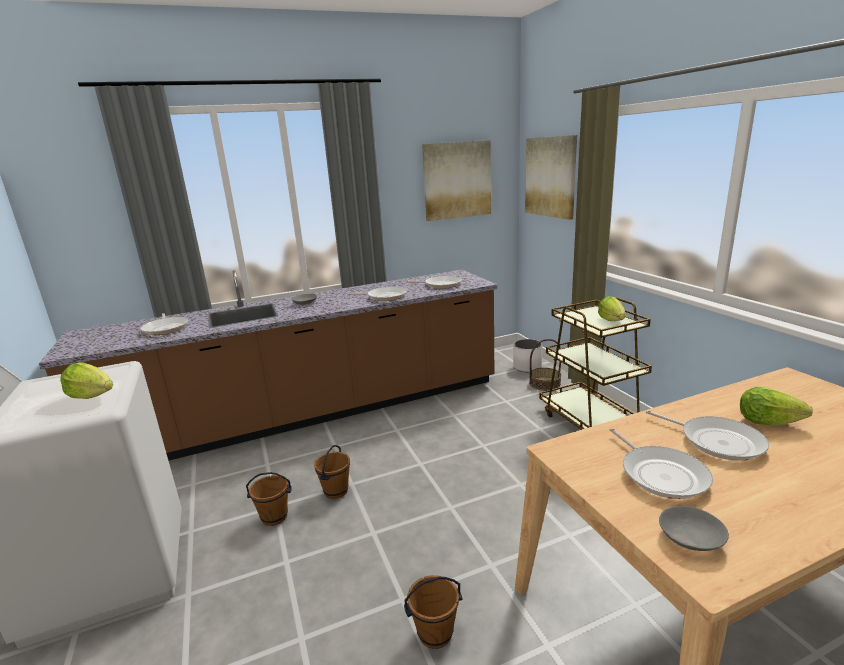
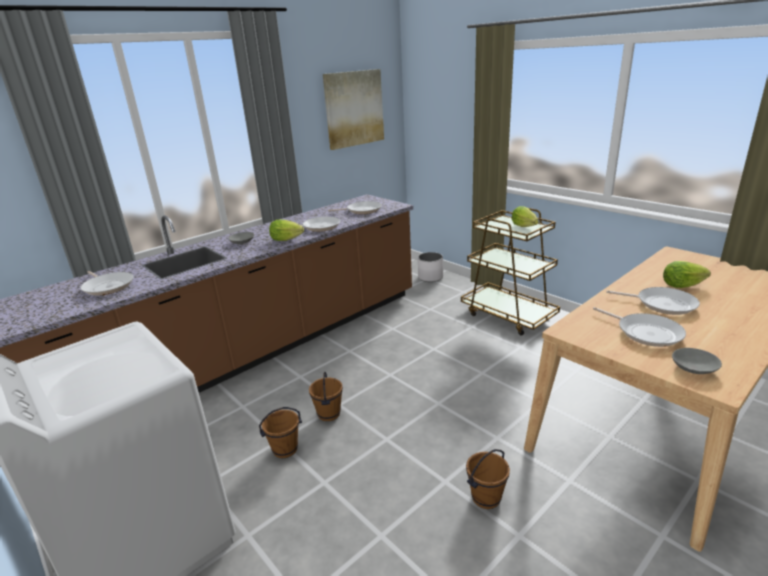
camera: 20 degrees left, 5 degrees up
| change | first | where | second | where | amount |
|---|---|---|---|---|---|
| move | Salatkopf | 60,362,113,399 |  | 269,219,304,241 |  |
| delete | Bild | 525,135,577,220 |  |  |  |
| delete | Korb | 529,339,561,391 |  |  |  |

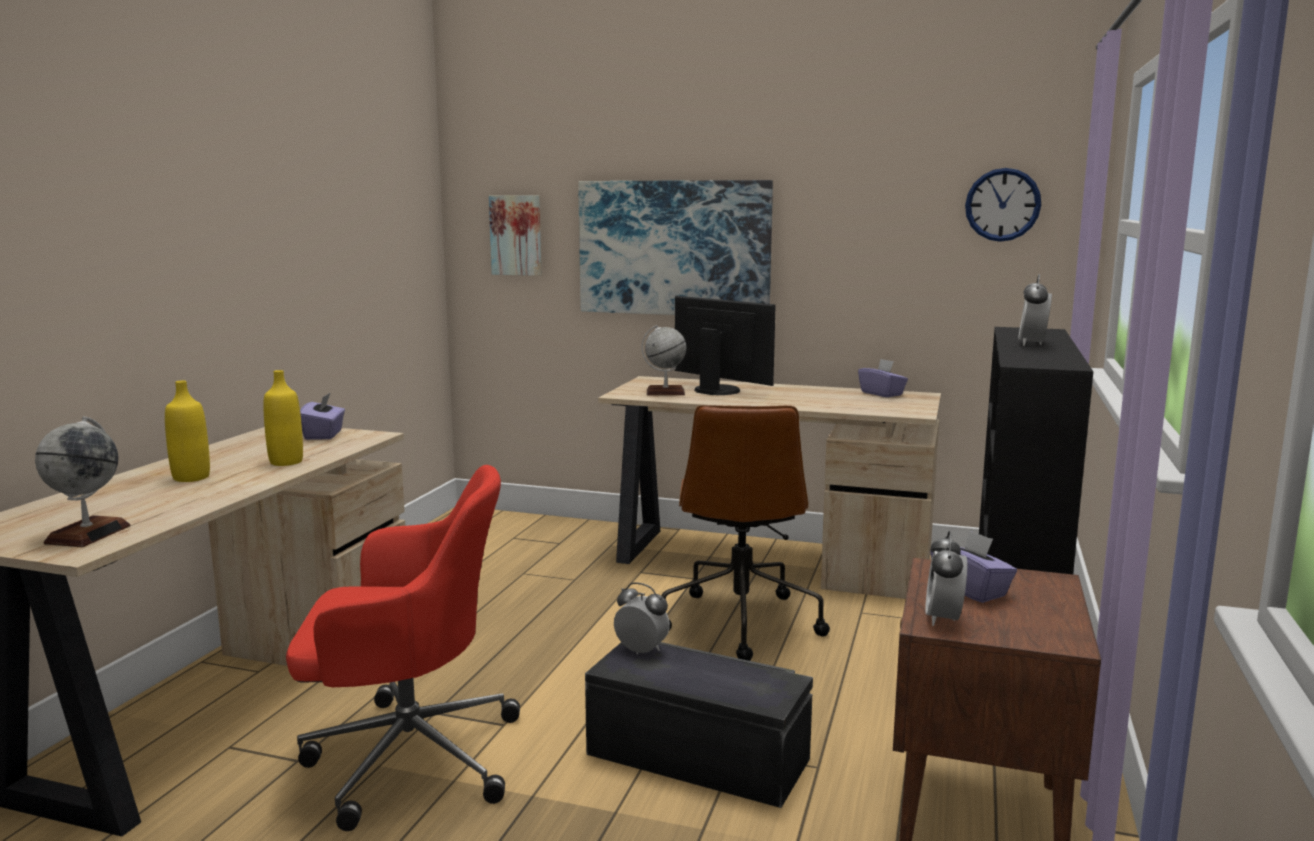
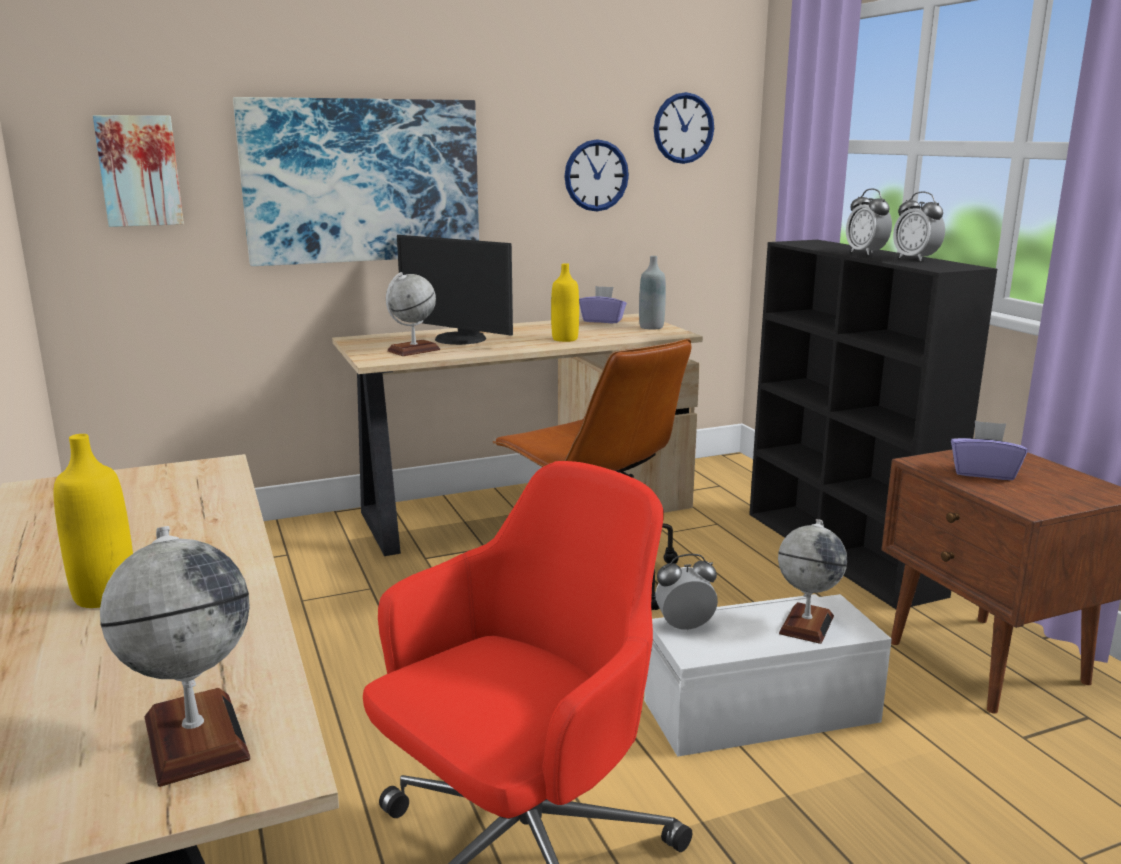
camera: 40 degrees left, 5 degrees up
| change | first | where | second | where | amount |
|---|---|---|---|---|---|
| move | Flasche [gelb] | 263,370,303,466 |  | 551,263,579,342 |  |
| delete | Taschentuchbox [lila] | 300,392,345,440 |  |  |  |
| recolor | Aufbewahrungsbox [schwarz] | 585,642,813,808 | Aufbewahrungsbox [weiß] | 644,594,892,757 |  |
| rotate | Monitor | 675,296,776,395 |  | 397,235,513,345 | 150 degrees counterclockwise |
| move | Wecker | 925,531,967,626 |  | 893,192,945,261 |  |
| insert |  |  | Wanduhr | 564,139,629,211 |  |
| insert |  |  | Flasche [grau] | 639,256,666,329 |  |
| insert |  |  | Globus | 778,519,847,644 |  |

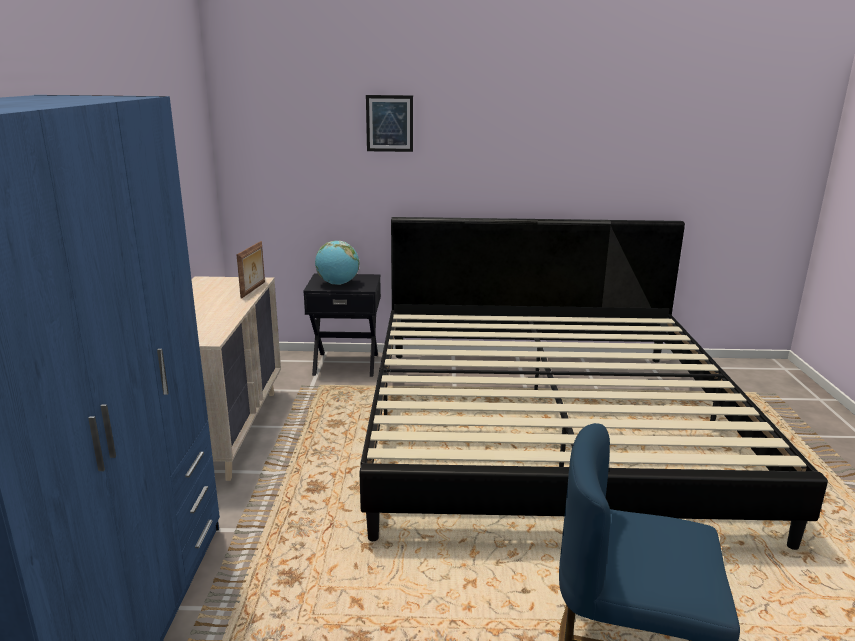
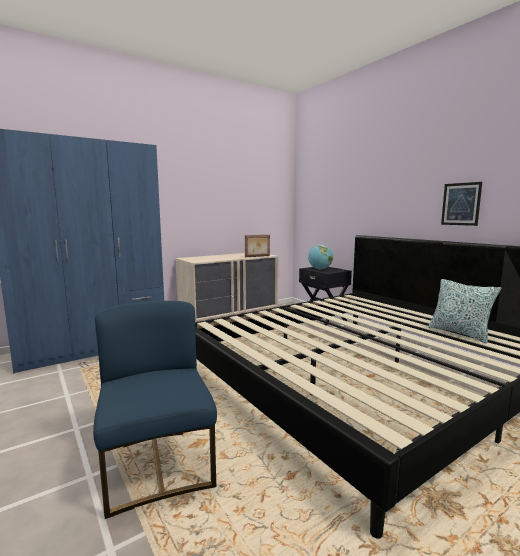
camera: 55 degrees right, 10 degrees down
| change | first | where | second | where | amount |
|---|---|---|---|---|---|
| move | Bild | 366,95,413,152 |  | 441,182,482,226 |  |
| insert |  |  | Kissen | 428,279,501,343 |  |

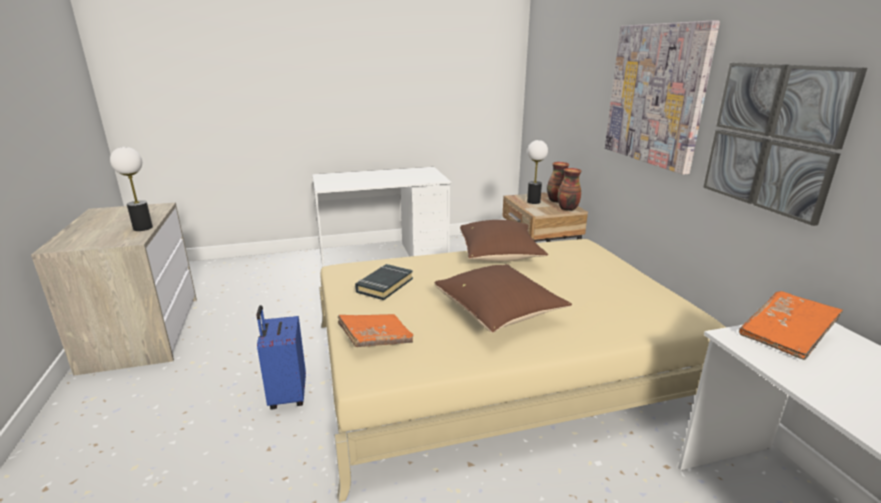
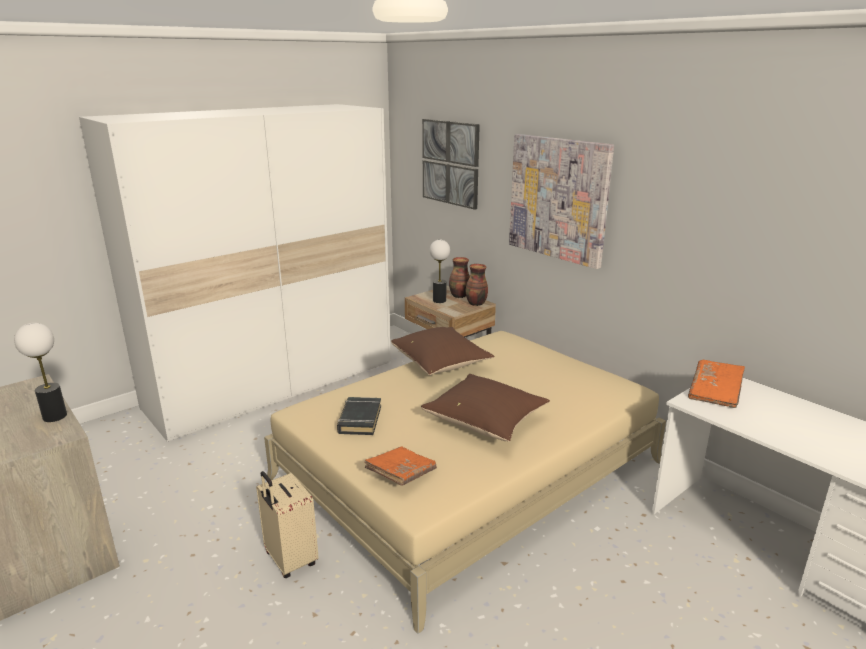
camera: 25 degrees left, 0 degrees up
| change | first | where | second | where | amount |
|---|---|---|---|---|---|
| recolor | Koffer [blau] | 257,305,306,409 | Koffer [beige] | 256,471,319,578 |  |
| replace | Schreibtisch [weiß] | 313,167,451,267 | Kleiderschrank [weiß] | 79,104,391,442 |  |
| move | Bild | 703,63,867,226 |  | 422,119,480,210 |  |

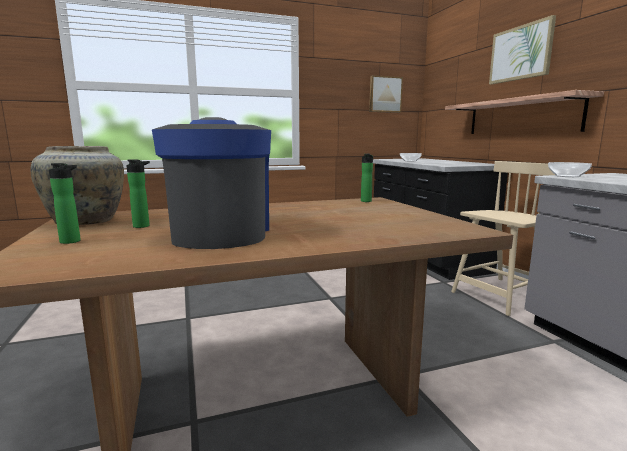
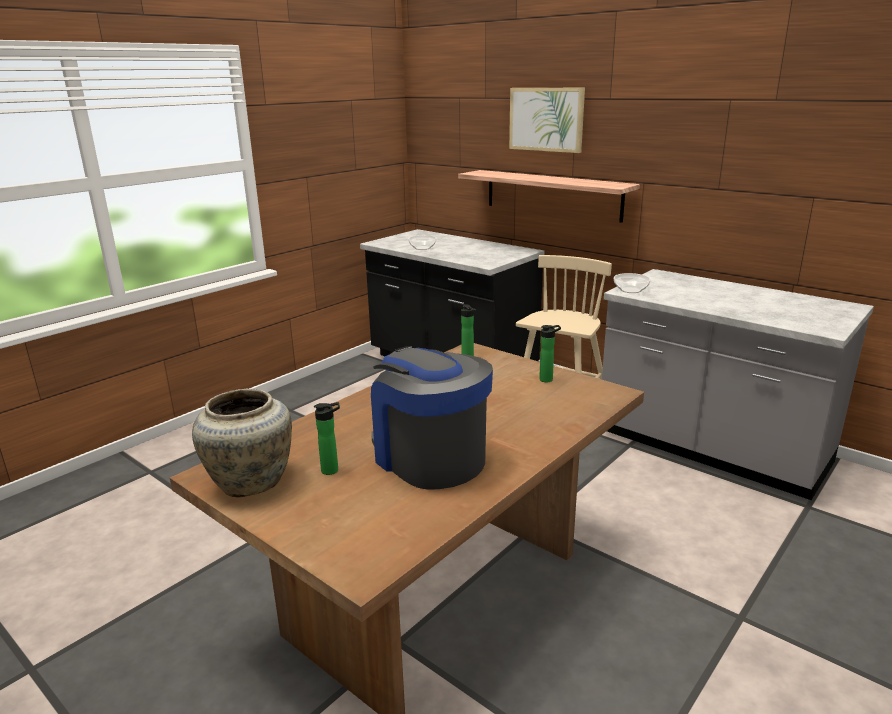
camera: 30 degrees left, 10 degrees up
| change | first | where | second | where | amount |
|---|---|---|---|---|---|
| move | Flasche | 49,163,81,244 |  | 539,325,561,382 |  |
| delete | Bild | 369,75,403,113 |  |  |  |

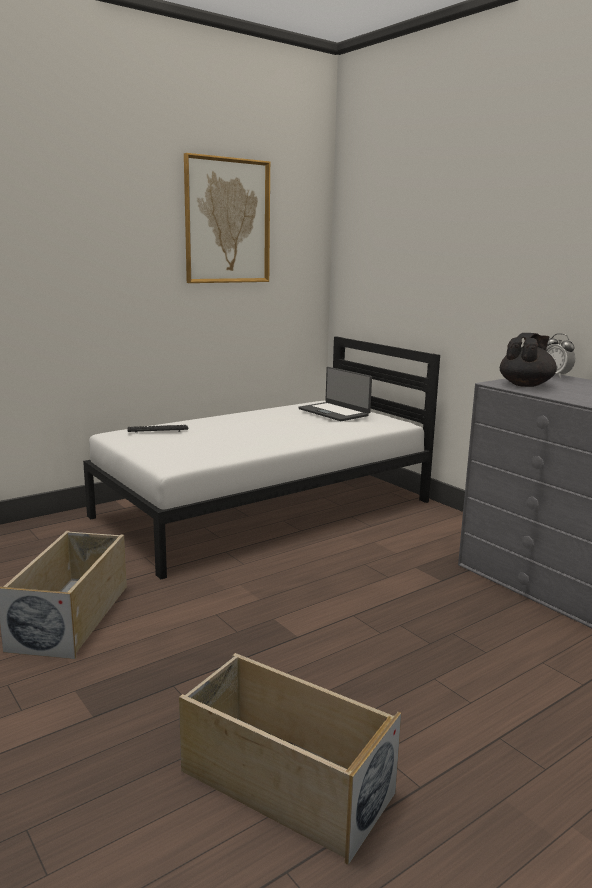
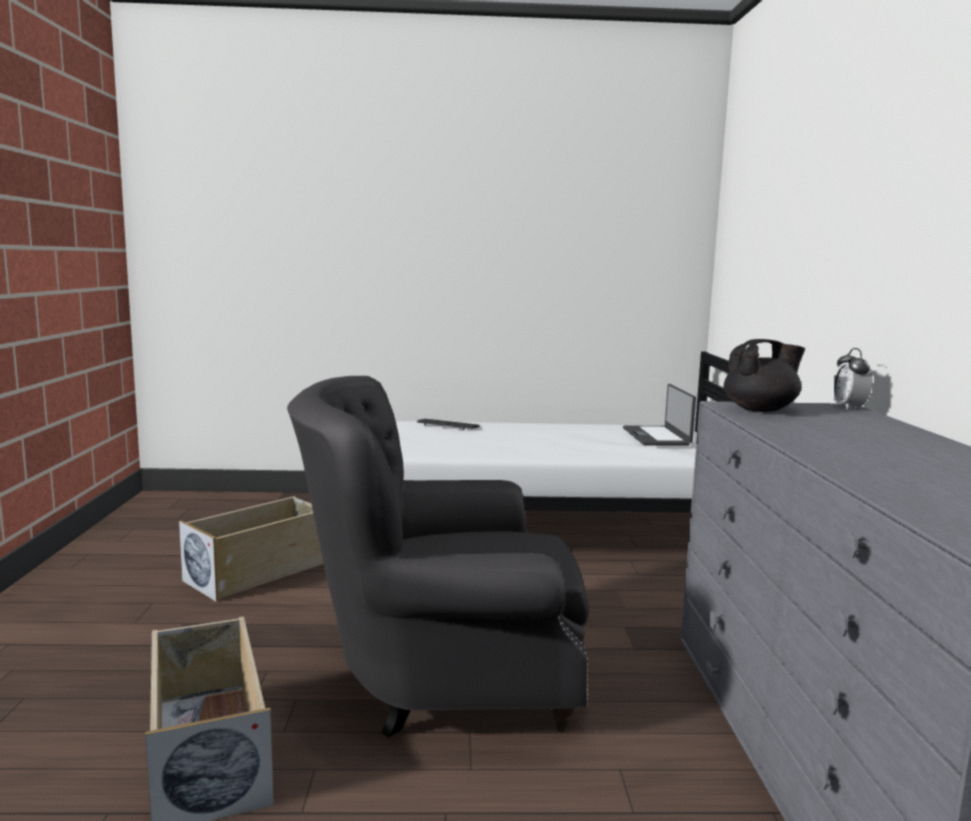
camera: 35 degrees right, 5 degrees down
| change | first | where | second | where | amount |
|---|---|---|---|---|---|
| delete | Bild | 184,153,270,283 |  |  |  |
| insert |  |  | Sessel [grau] | 287,376,589,738 |  |

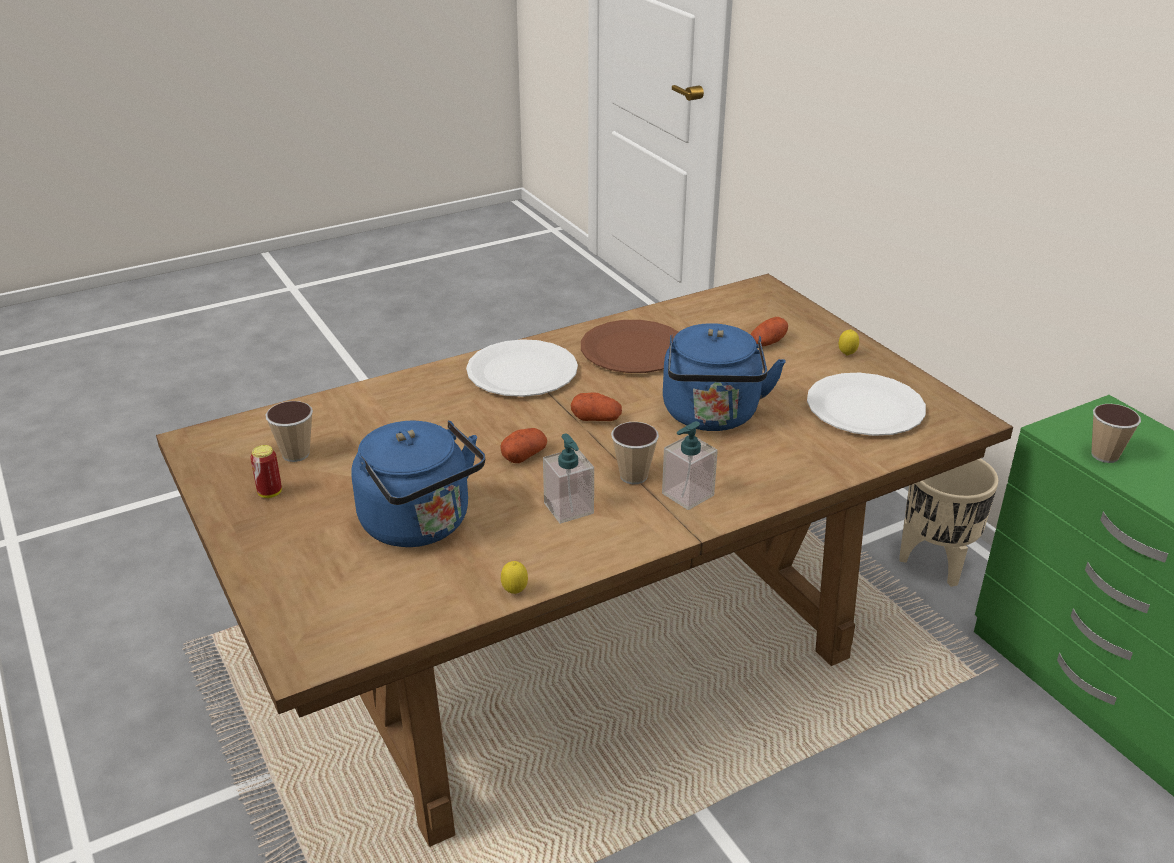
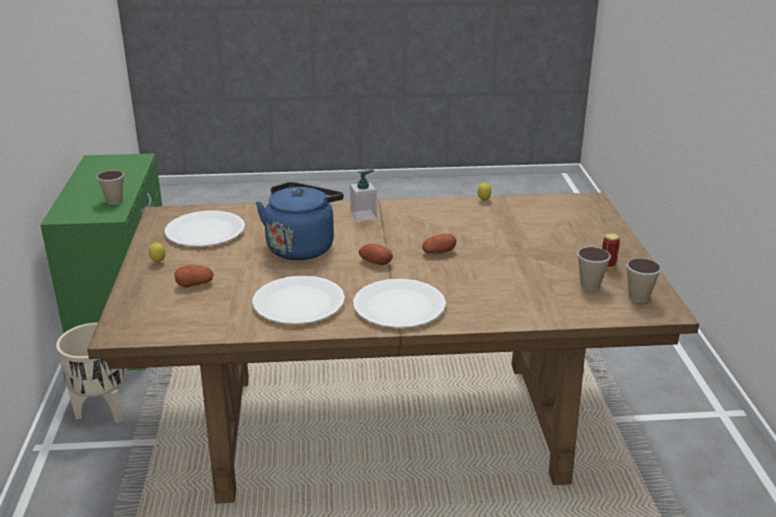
camera: 155 degrees left, 5 degrees down
| change | first | where | second | where | amount |
|---|---|---|---|---|---|
| delete | Wasserkessel [blau] | 351,421,485,547 |  |  |  |
| delete | Seifenspender | 543,434,594,524 |  |  |  |
| recolor | Teller [braun] | 581,320,678,373 | Teller [weiß] | 252,276,345,324 |  |
| move | Tasse | 611,422,659,484 |  | 627,258,661,303 |  |

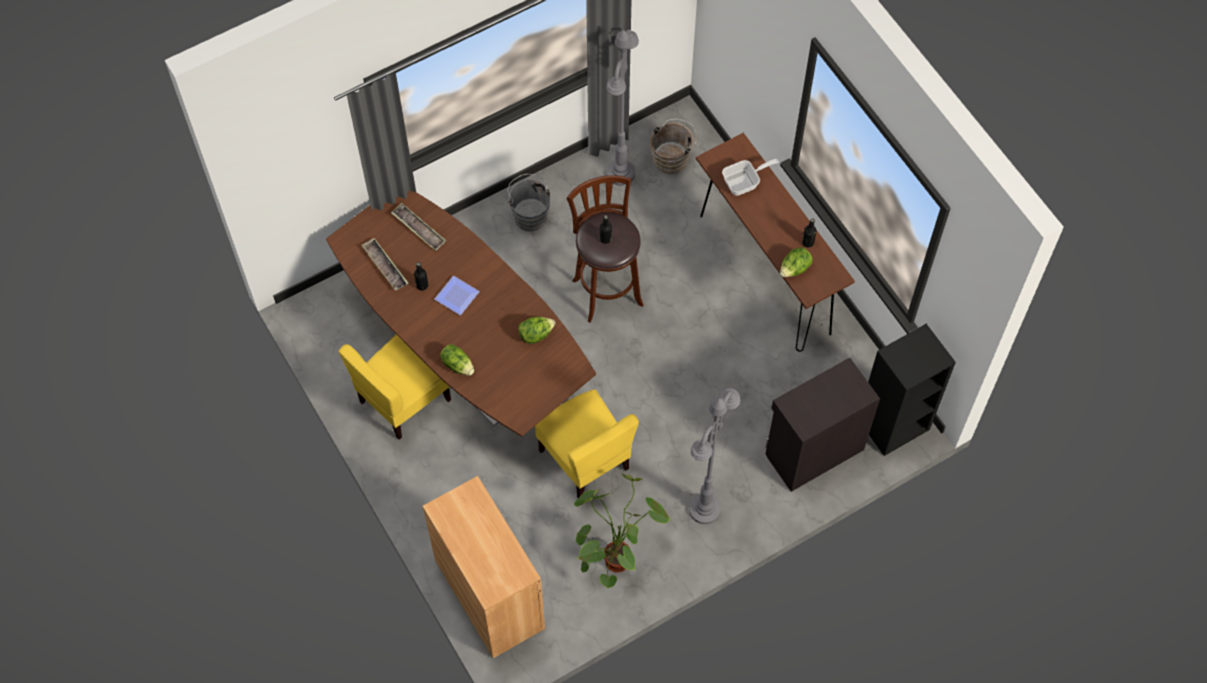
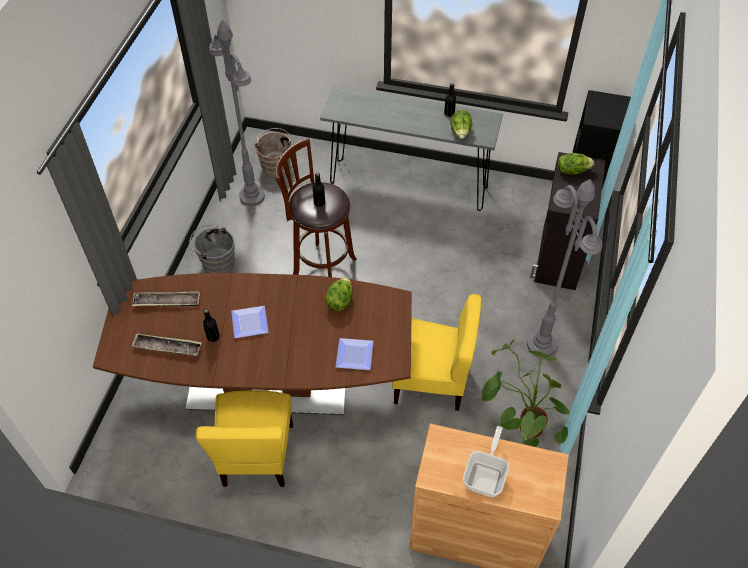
camera: 45 degrees left, 10 degrees down
| change | first | where | second | where | amount |
|---|---|---|---|---|---|
| move | Salatkopf | 440,344,474,376 |  | 558,153,594,175 |  |
| recolor | Konsolentisch [braun] | 696,133,855,352 | Konsolentisch [grau] | 320,86,503,211 |  |
| move | Pfanne | 722,159,779,196 |  | 463,426,509,497 |  |
| insert |  |  | Teller | 336,338,374,370 |  |

